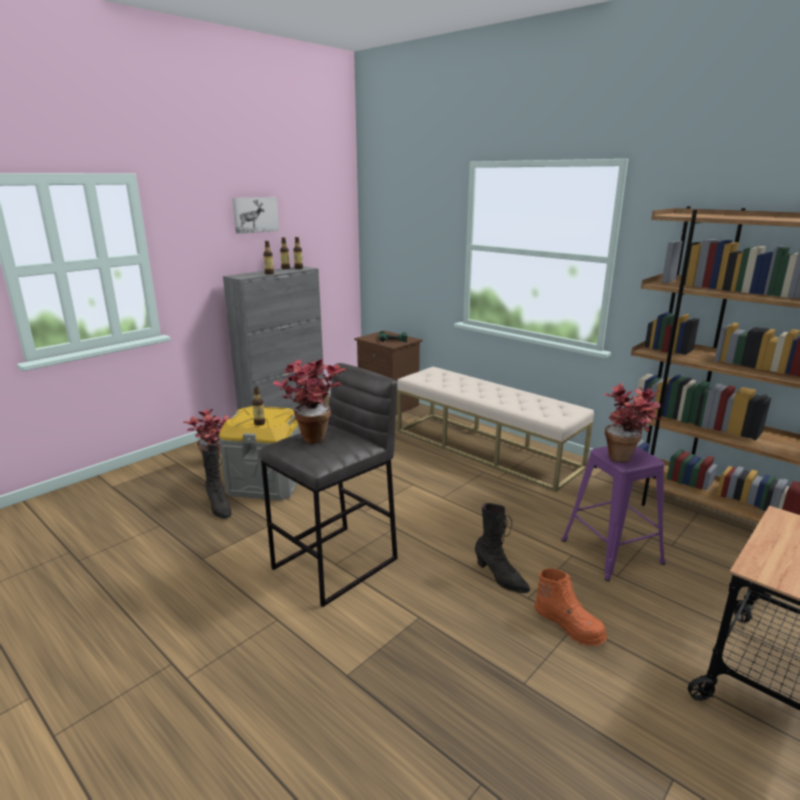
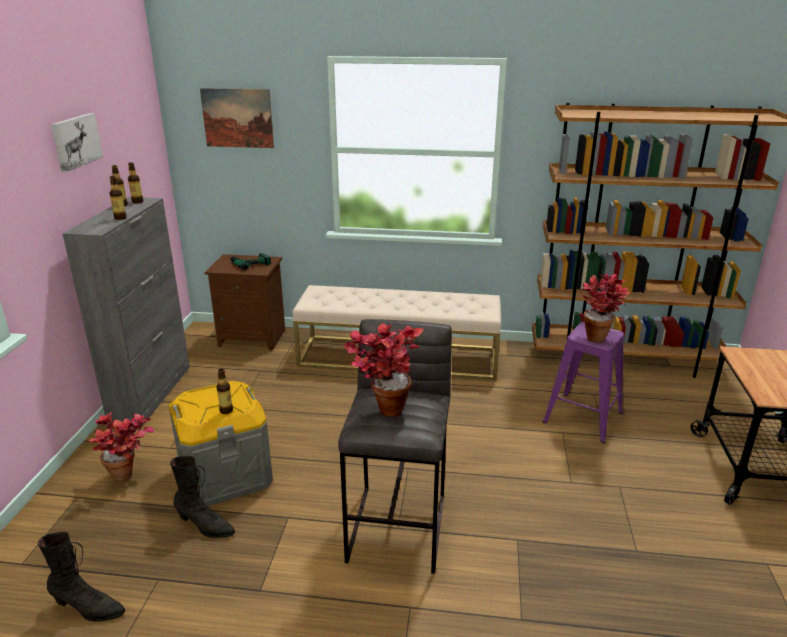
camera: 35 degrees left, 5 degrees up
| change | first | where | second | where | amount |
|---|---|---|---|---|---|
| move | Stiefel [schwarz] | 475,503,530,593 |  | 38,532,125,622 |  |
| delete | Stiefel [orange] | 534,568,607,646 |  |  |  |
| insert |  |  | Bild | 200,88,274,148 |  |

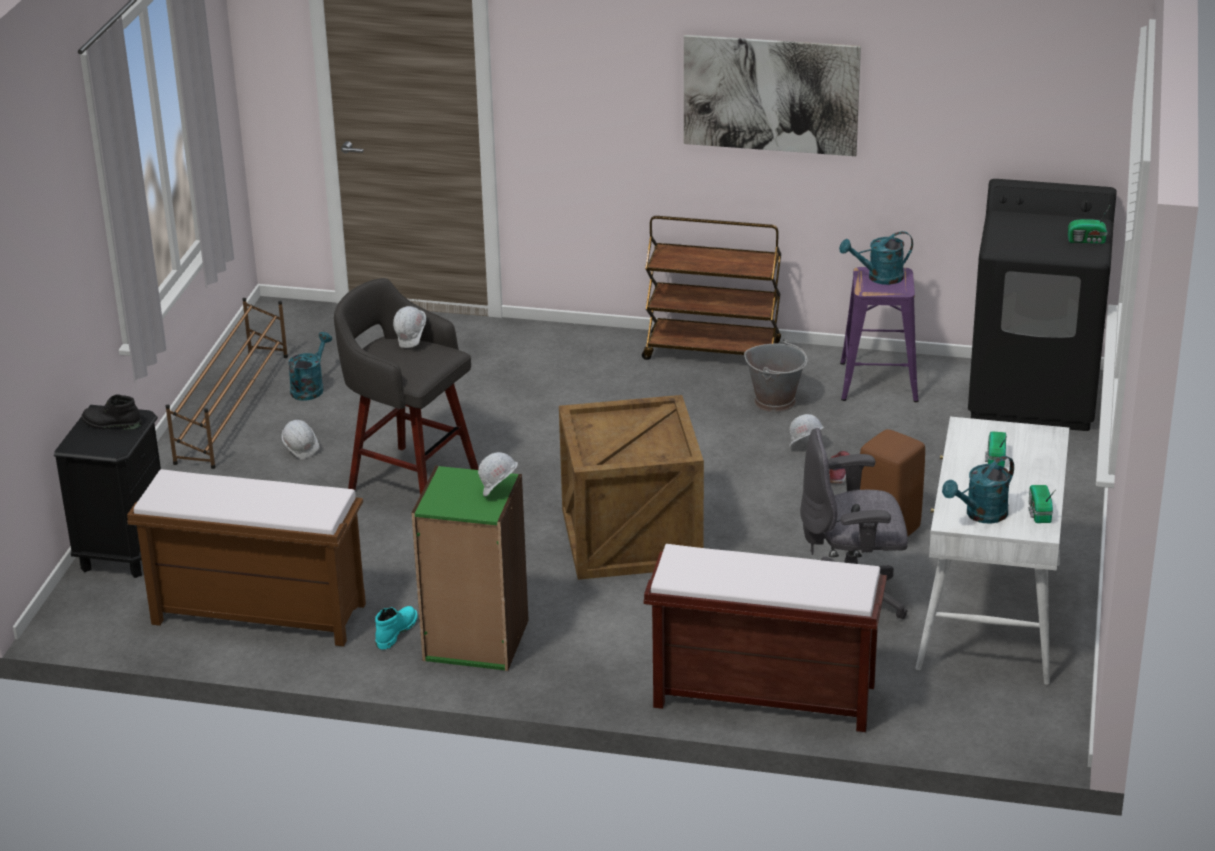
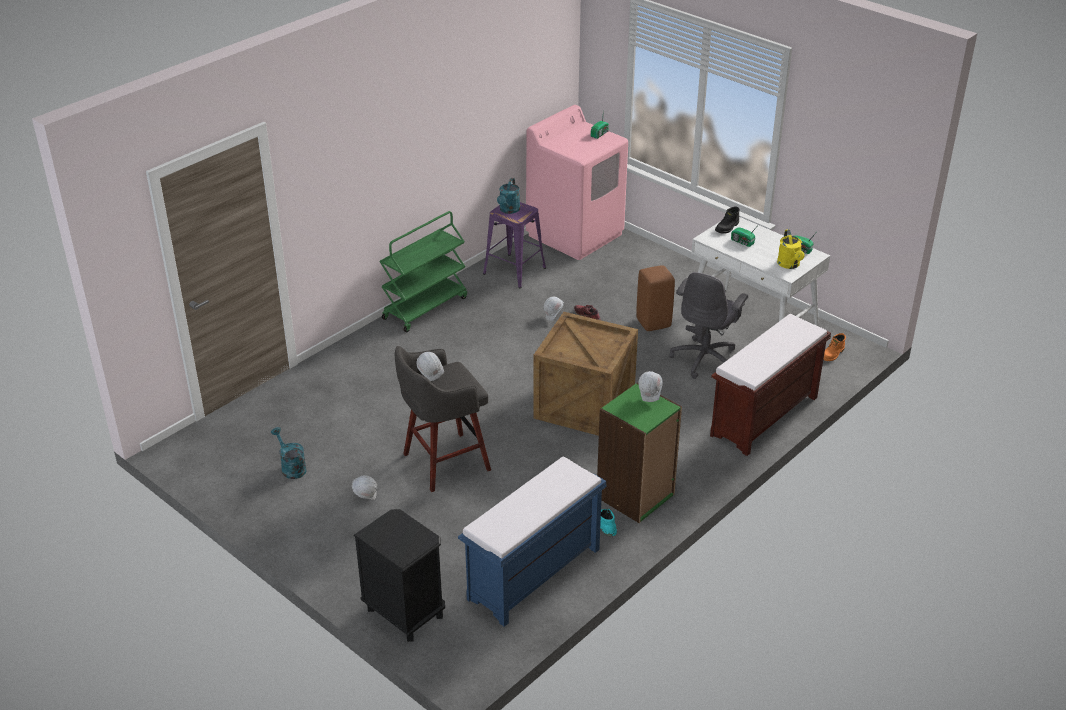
camera: 60 degrees left, 5 degrees up
| change | first | where | second | where | amount |
|---|---|---|---|---|---|
| move | Stiefel [schwarz] | 81,394,142,430 |  | 715,207,740,234 |  |
| recolor | Bank [braun] | 127,469,366,647 | Bank [blau] | 458,456,607,627 |  |
| delete | Schuhregal [braun] | 166,298,288,469 |  |  |  |
| recolor | Rollwagen [braun] | 642,216,781,360 | Rollwagen [grün] | 379,211,467,332 |  |
| delete | Bild | 684,35,861,156 |  |  |  |
| delete | Eimer [grau] | 744,339,808,413 |  |  |  |
| recolor | Gießkanne [türkis] | 942,455,1014,524 | Gießkanne [gelb] | 777,230,805,269 |  |
| recolor | Waschmaschine [schwarz] | 968,179,1117,431 | Waschmaschine [rosa] | 526,105,628,260 |  |
| insert |  |  | Stiefel [orange] | 823,333,846,361 |  |

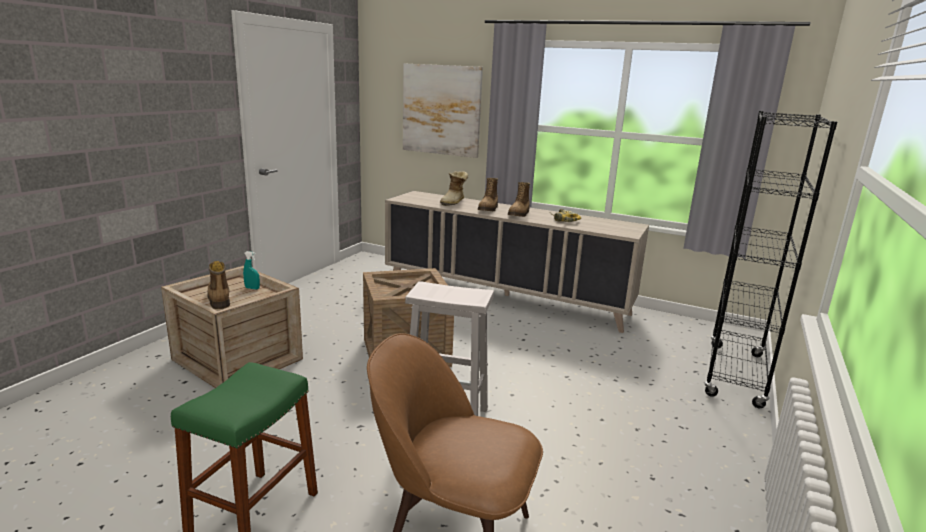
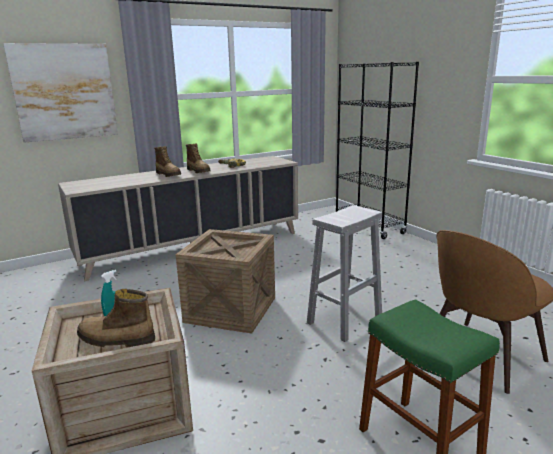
camera: 55 degrees left, 0 degrees up
| change | first | where | second | where | amount |
|---|---|---|---|---|---|
| delete | Stiefel | 440,171,468,206 |  |  |  |

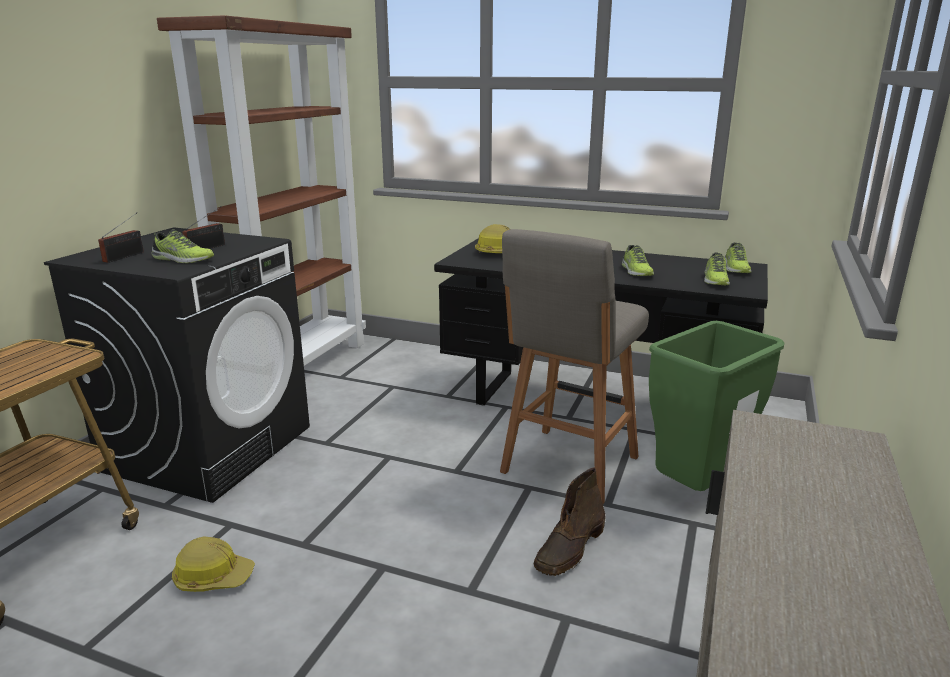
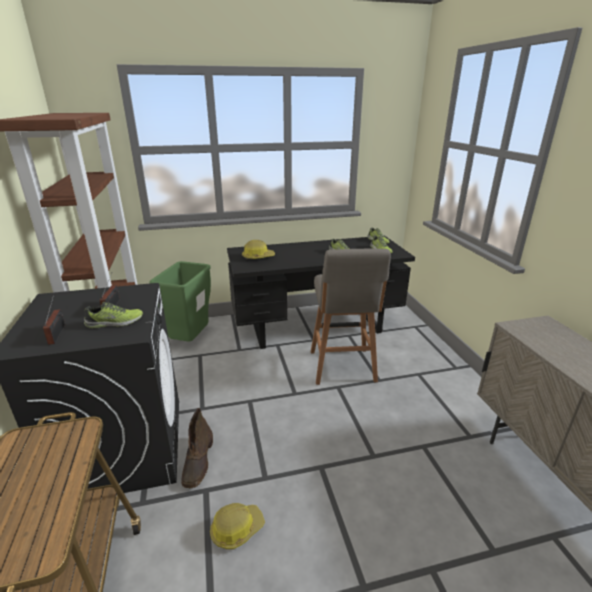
camera: 35 degrees left, 5 degrees up
| change | first | where | second | where | amount |
|---|---|---|---|---|---|
| move | Stiefel [braun] | 534,467,606,576 |  | 181,408,213,488 |  |
| move | Mülleimer [grün] | 649,321,785,491 |  | 149,261,211,342 |  |

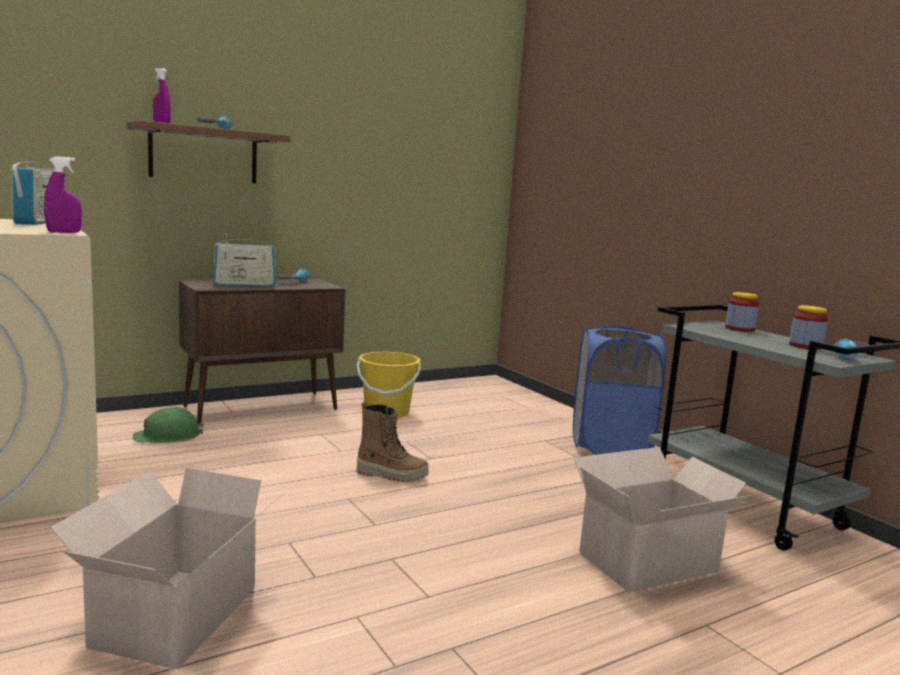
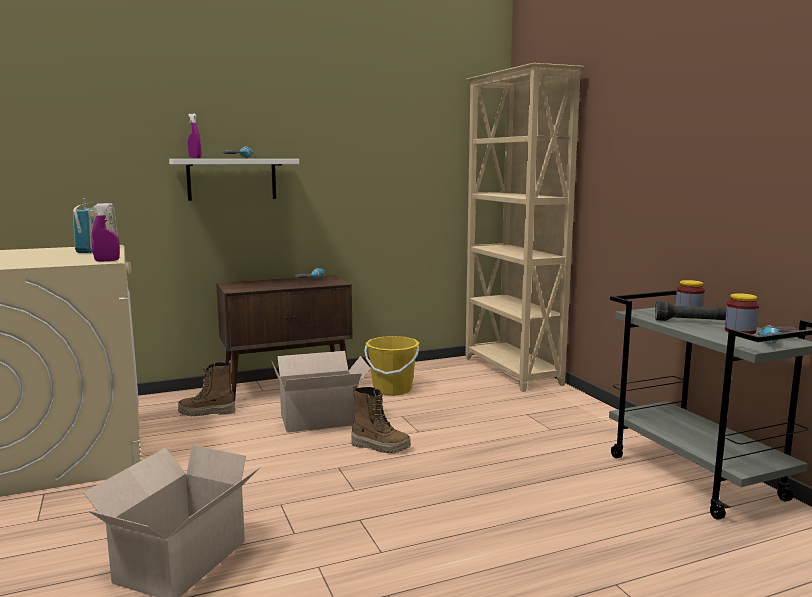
camera: 10 degrees right, 0 degrees up
| change | first | where | second | where | amount |
|---|---|---|---|---|---|
| recolor | Wandregal [braun] | 127,120,290,183 | Wandregal [weiß] | 169,159,299,201 |  |
| replace | Schutzhelm [grün] | 133,407,204,443 | Stiefel | 178,360,235,416 |  |
| delete | Radio | 213,234,276,287 |  |  |  |
| delete | Wäschekorb [blau] | 573,325,666,455 |  |  |  |
| move | Karton | 574,447,754,593 |  | 271,351,371,433 |  |
| insert |  |  | Bücherregal [beige] | 465,63,584,392 |  |
| insert |  |  | Taschenlampe [schwarz] | 655,301,726,321 |  |

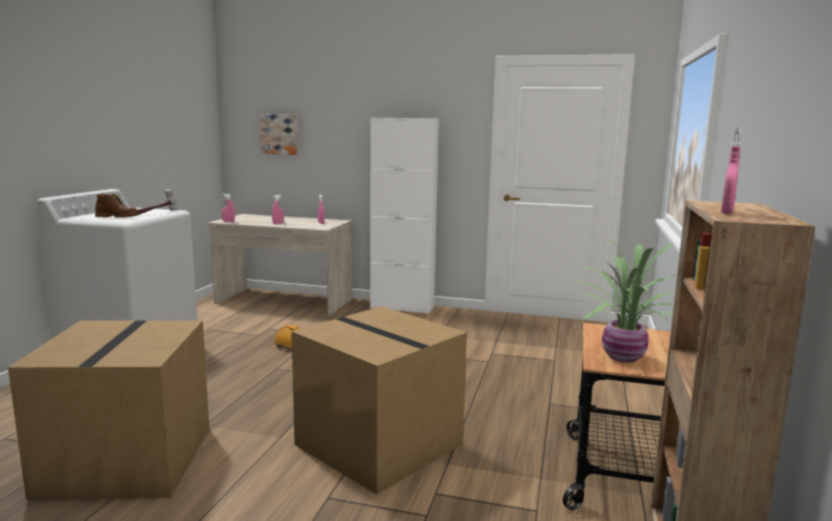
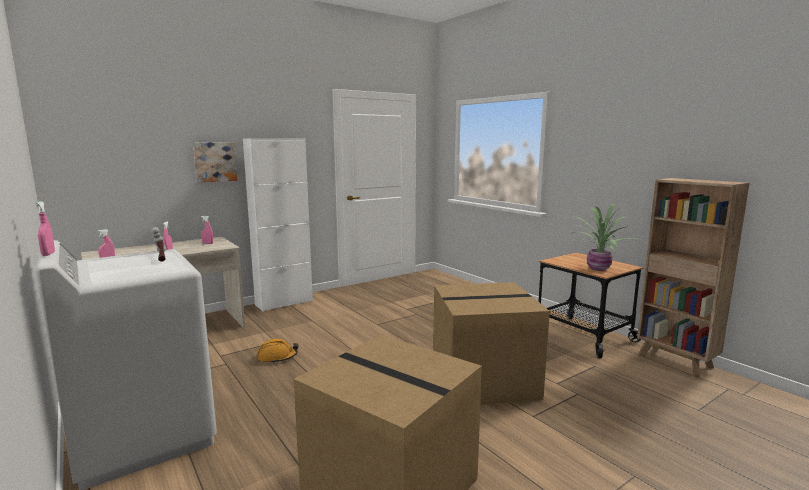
camera: 50 degrees left, 0 degrees up
| change | first | where | second | where | amount |
|---|---|---|---|---|---|
| delete | Stiefel [braun] | 95,194,139,218 |  |  |  |
| move | Bild | 260,114,298,155 |  | 193,142,237,182 |  |
| move | Sprühflasche [rosa] | 721,128,741,214 |  | 35,201,55,256 |  |

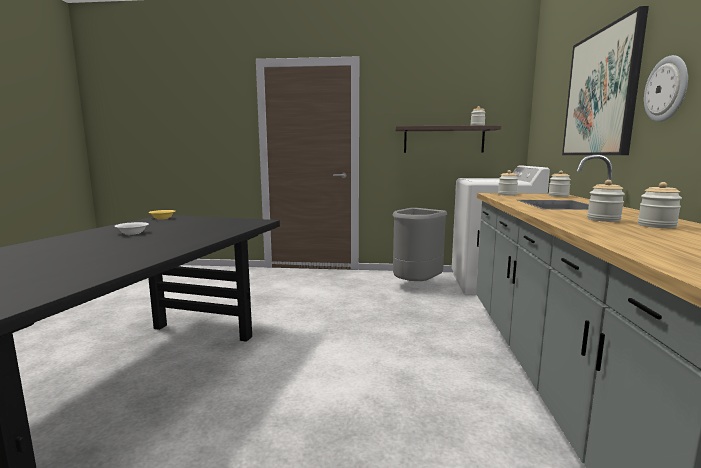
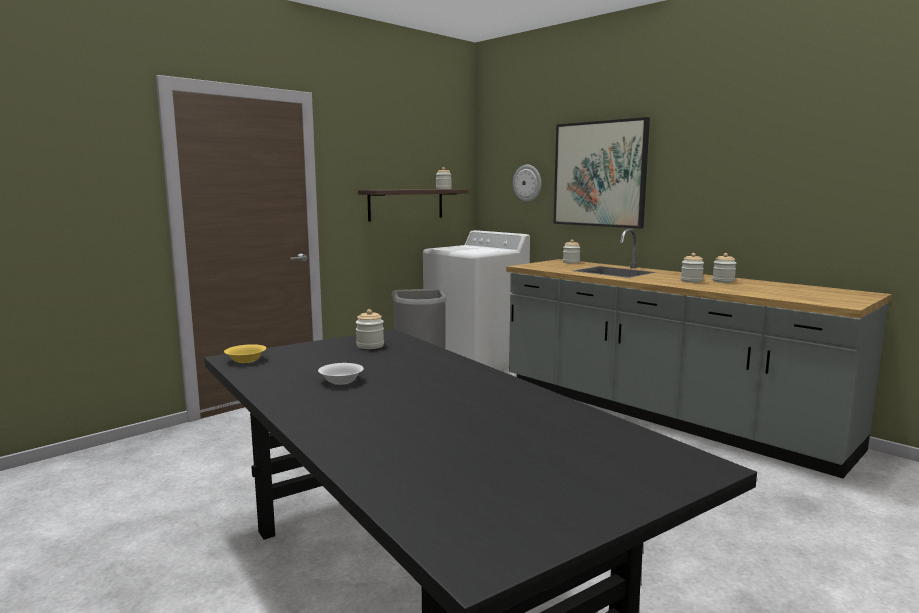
camera: 50 degrees left, 0 degrees up
| change | first | where | second | where | amount |
|---|---|---|---|---|---|
| move | Vorratsglas | 498,170,518,196 |  | 356,309,384,349 |  |
| move | Wanduhr | 644,55,688,122 |  | 513,165,541,202 |  |

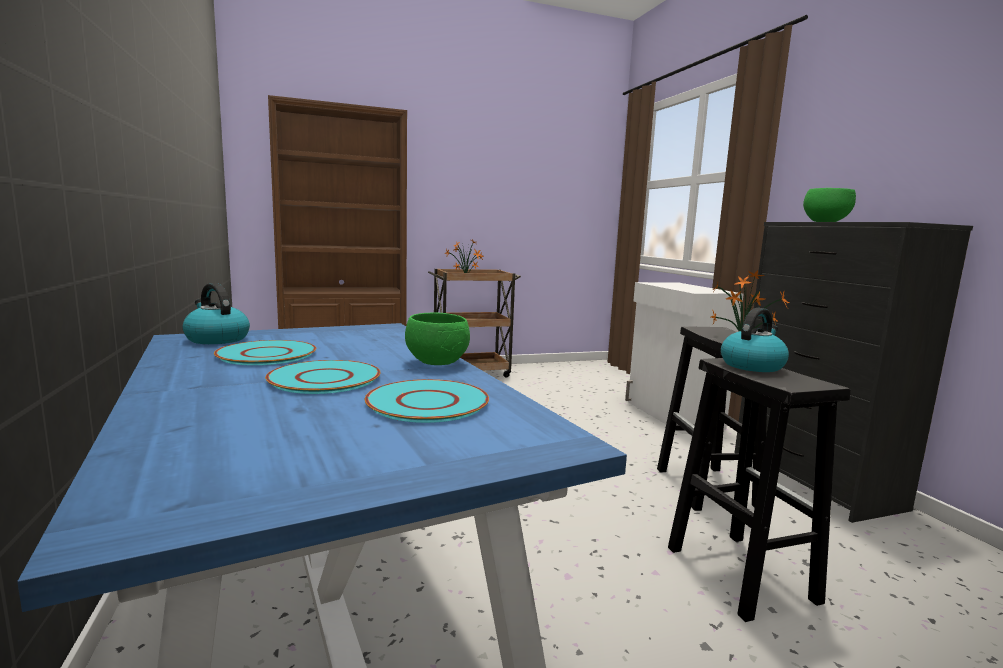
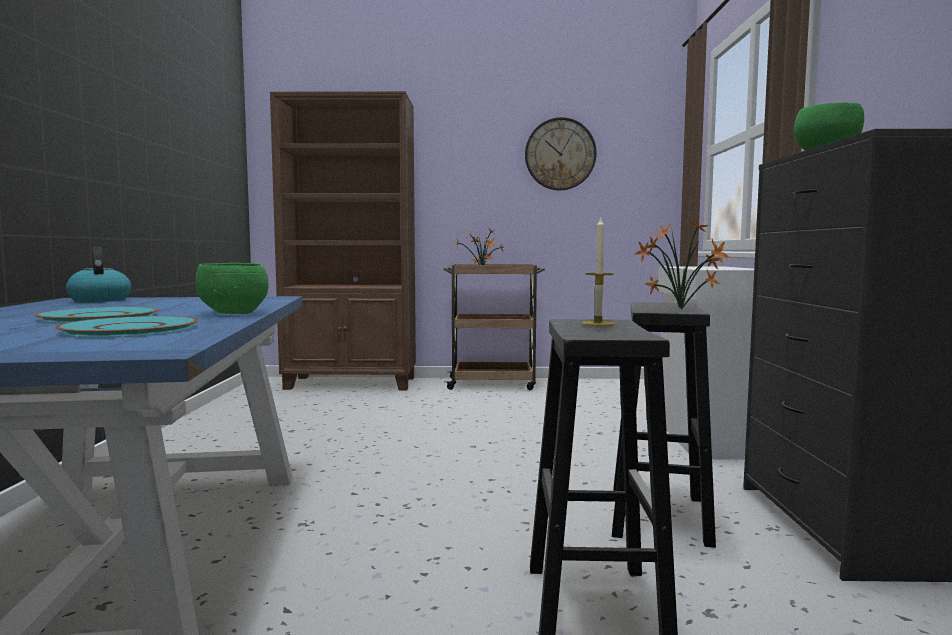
camera: 20 degrees right, 5 degrees down
| change | first | where | second | where | amount |
|---|---|---|---|---|---|
| delete | Teller [türkis] | 214,340,316,365 |  |  |  |
| replace | Wasserkessel | 721,308,789,372 | Kerze | 582,216,615,326 |  |
| insert |  |  | Wanduhr | 525,117,597,190 |  |

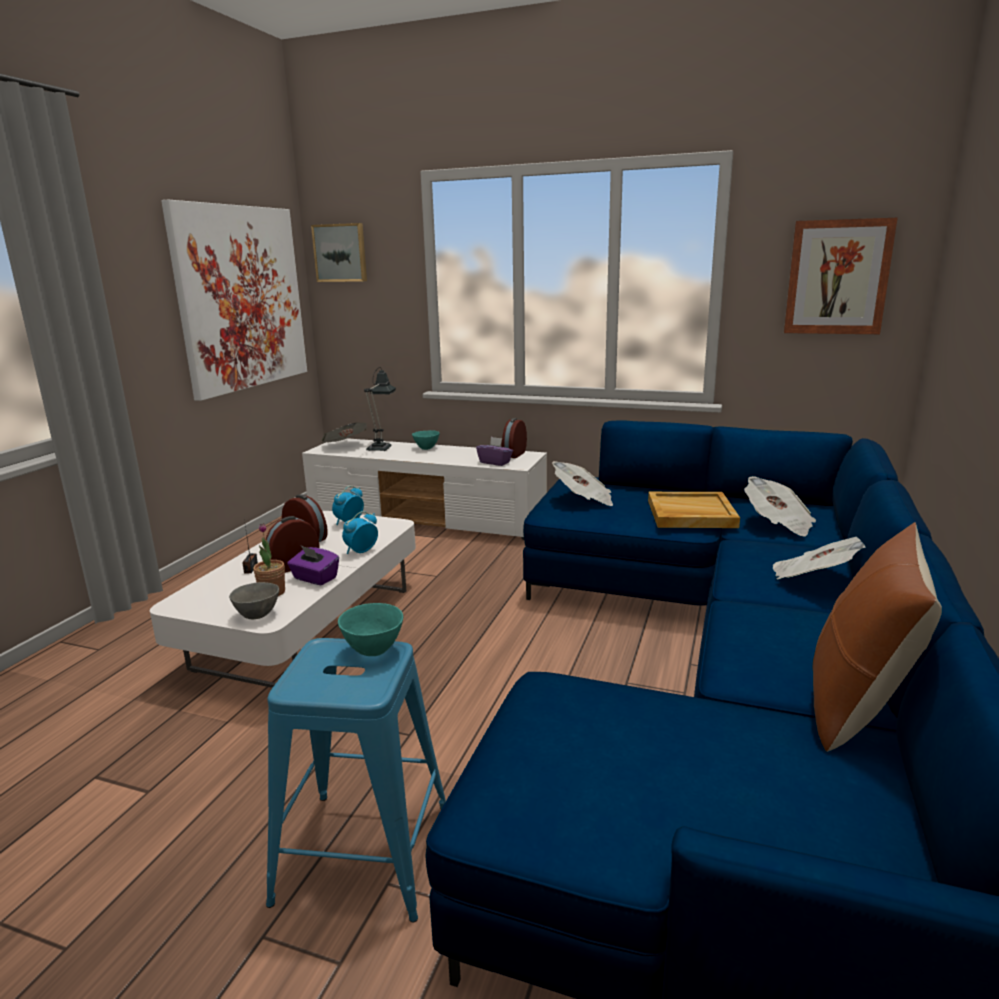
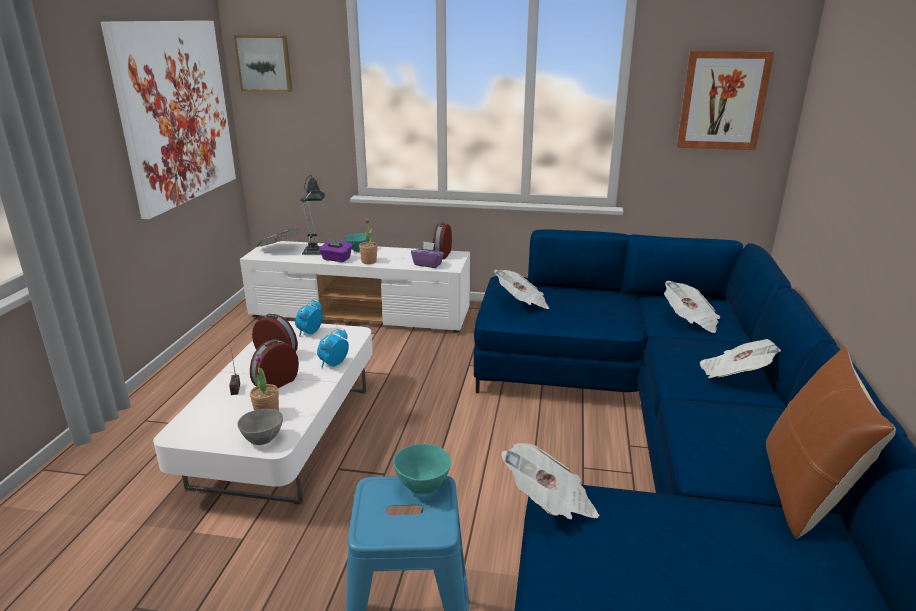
camera: 10 degrees left, 5 degrees up
| change | first | where | second | where | amount |
|---|---|---|---|---|---|
| move | Taschentuchbox [lila] | 287,546,339,586 |  | 319,238,352,262 |  |
| delete | Tablett [beige] | 648,492,740,528 |  |  |  |
| insert |  |  | Topfpflanze | 359,218,377,264 |  |
| insert |  |  | Zeitung | 501,443,599,519 |  |

